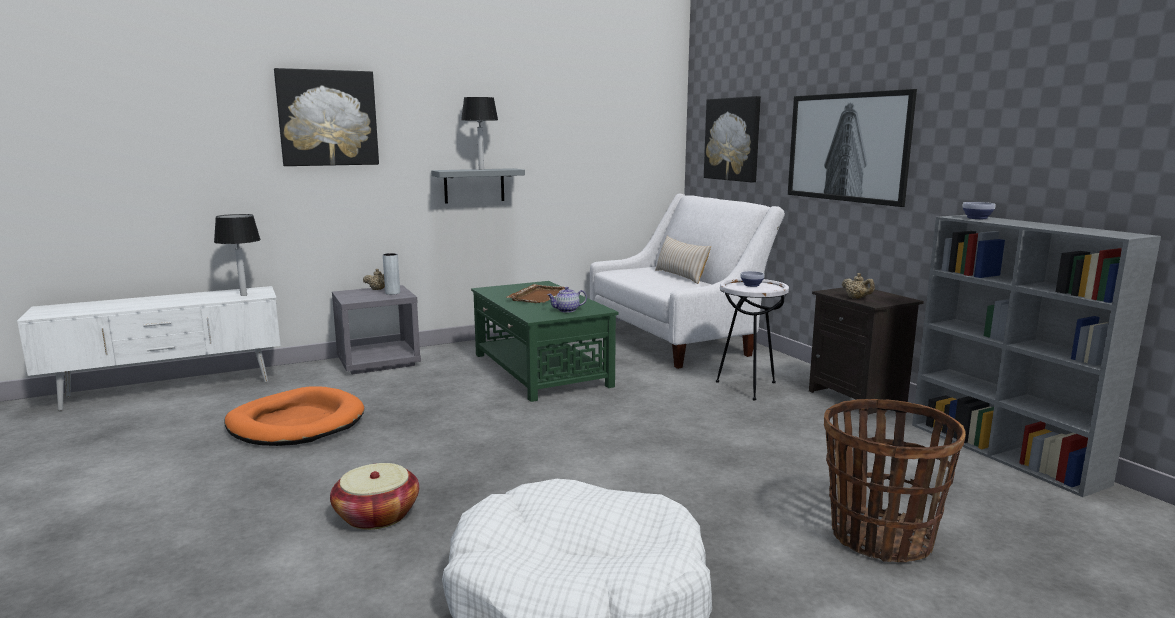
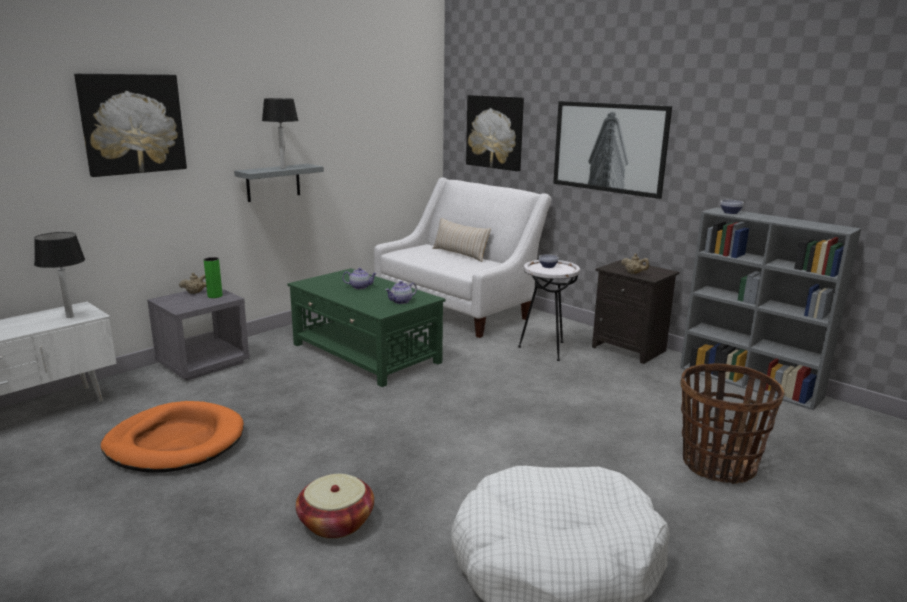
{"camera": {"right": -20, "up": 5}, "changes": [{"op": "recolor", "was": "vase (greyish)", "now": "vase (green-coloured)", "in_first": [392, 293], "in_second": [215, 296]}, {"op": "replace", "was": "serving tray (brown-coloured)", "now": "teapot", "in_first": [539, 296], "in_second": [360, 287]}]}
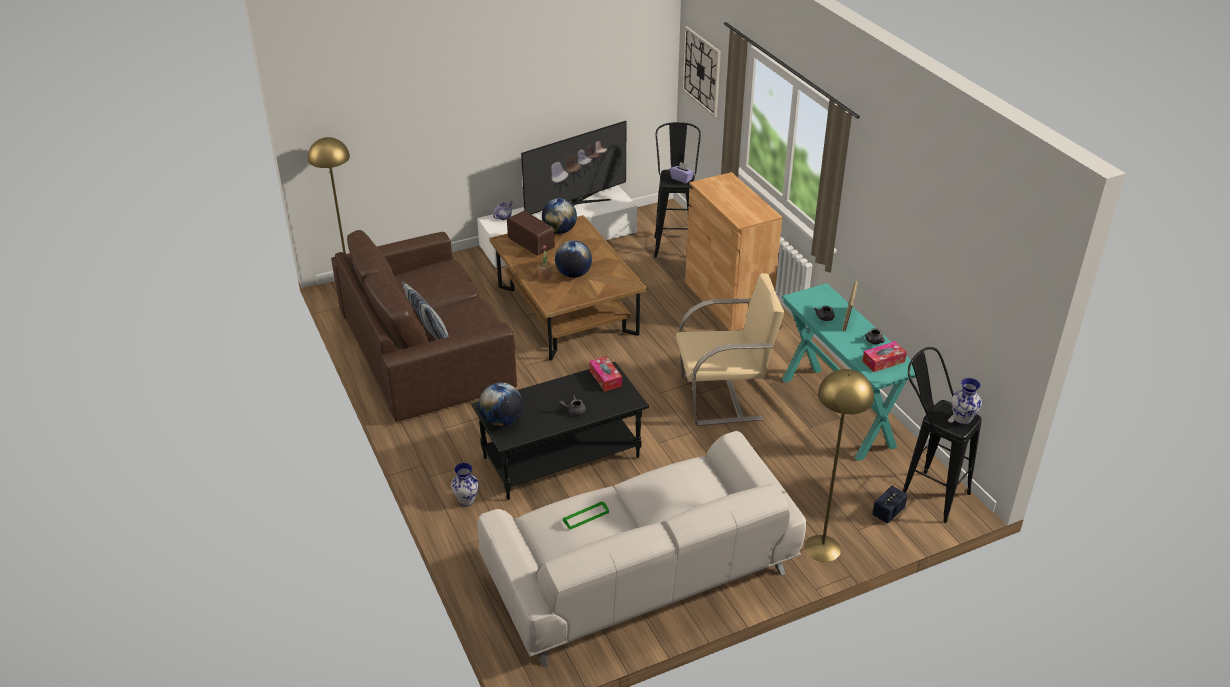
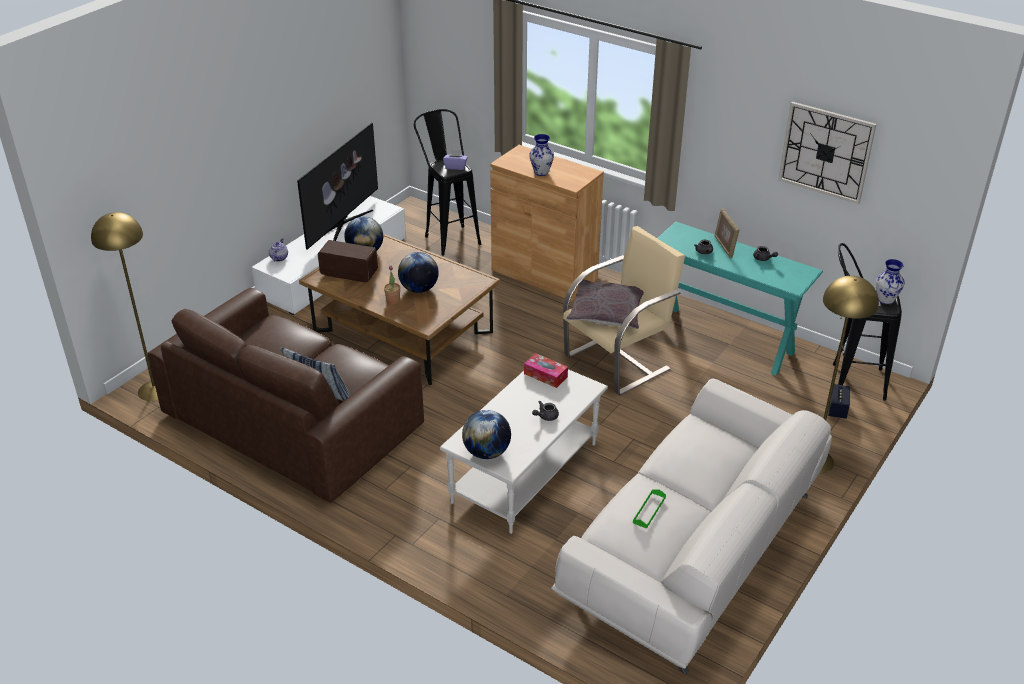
{"camera": {"right": -30, "up": 0}, "changes": [{"op": "move", "was": "vase", "in_first": [466, 500], "in_second": [541, 172]}, {"op": "recolor", "was": "coffee table (black-coloured)", "now": "coffee table (white)", "in_first": [561, 458], "in_second": [526, 473]}, {"op": "move", "was": "clock on the wall", "in_first": [702, 71], "in_second": [826, 152]}, {"op": "delete", "was": "tissue holder", "in_first": [883, 361]}, {"op": "insert", "now": "pillow (greyish)", "in_second": [607, 312]}]}
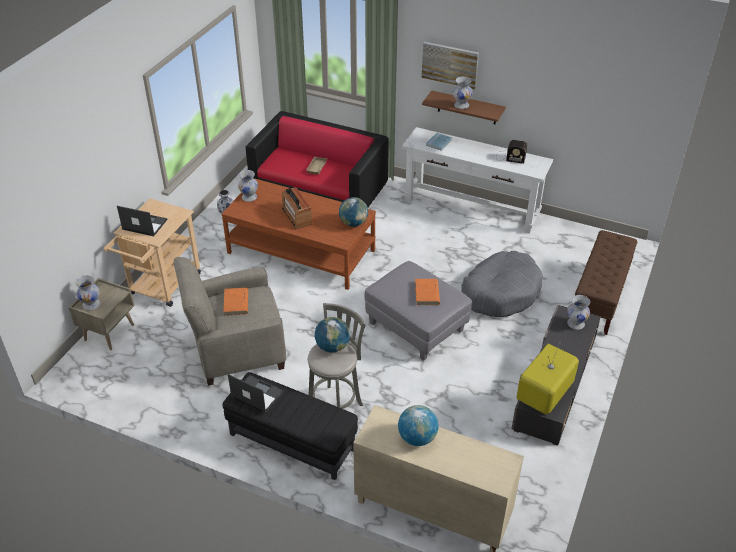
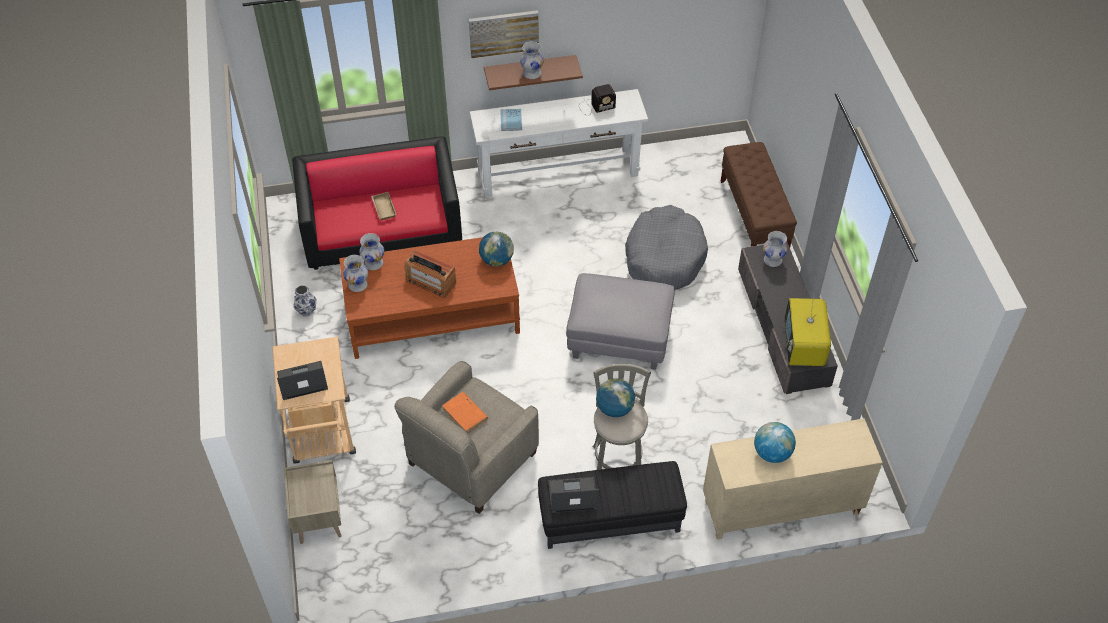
{"camera": {"right": -35, "up": 10}, "changes": [{"op": "move", "was": "vase (white)", "in_first": [91, 304], "in_second": [373, 263]}, {"op": "delete", "was": "volume (orange)", "in_first": [427, 294]}]}
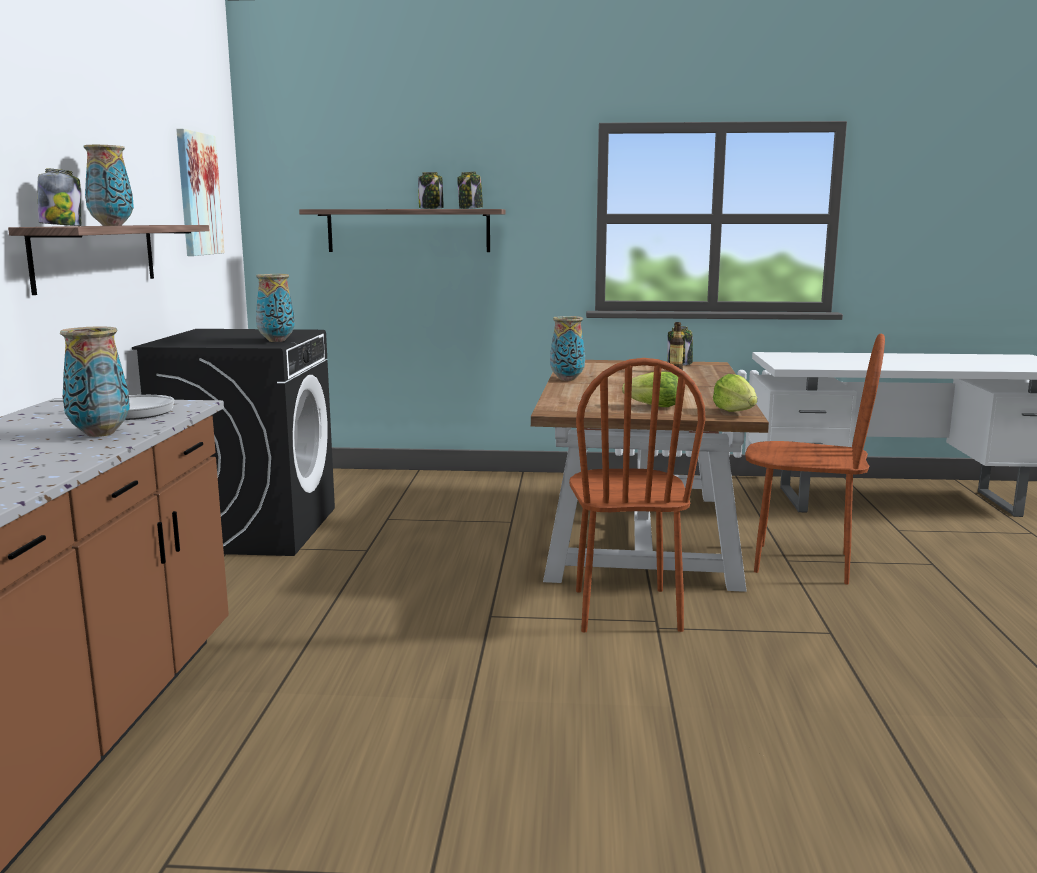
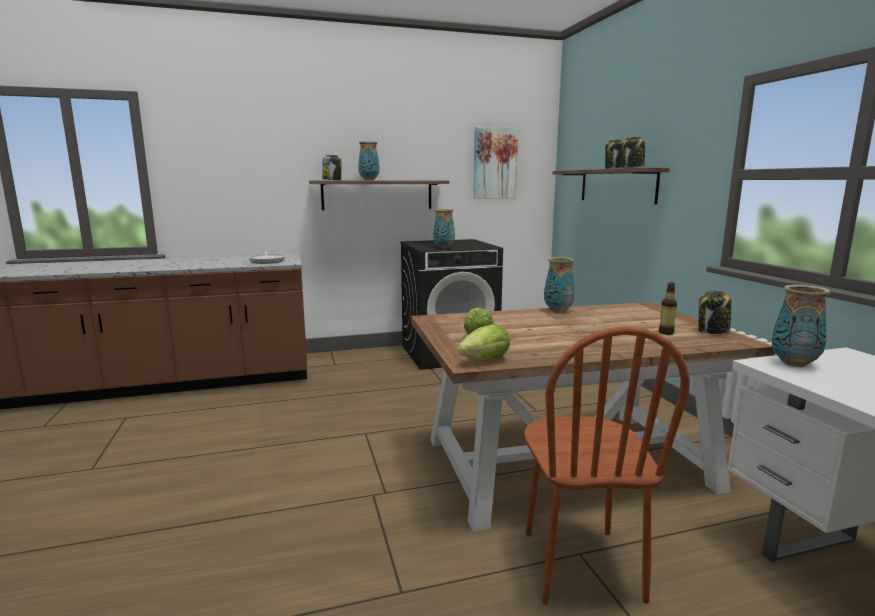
{"camera": {"right": 70, "up": 0}, "changes": [{"op": "move", "was": "vase", "in_first": [101, 434], "in_second": [794, 364]}, {"op": "delete", "was": "upright chair (brown-coloured)", "in_first": [625, 610]}]}
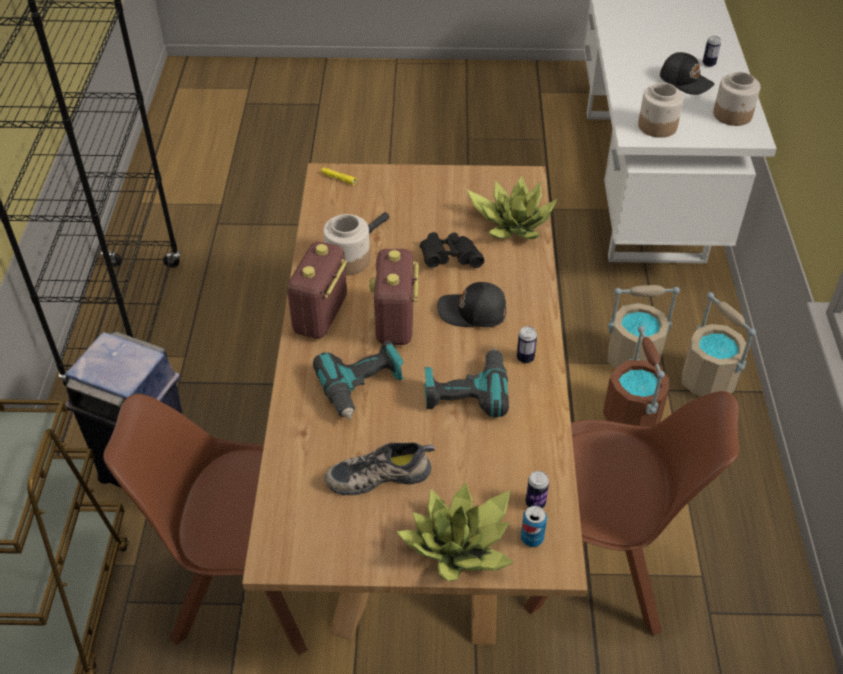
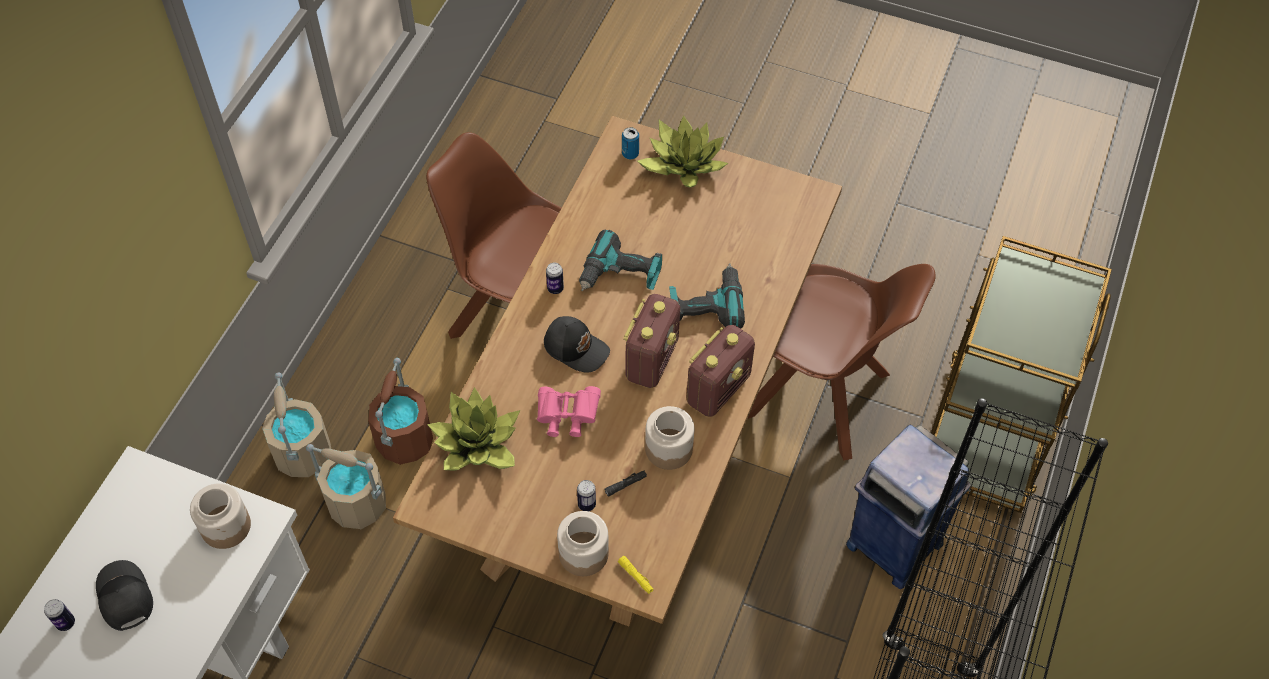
{"camera": {"right": -160, "up": 10}, "changes": [{"op": "delete", "was": "item of footwear", "in_first": [379, 474]}, {"op": "recolor", "was": "binoculars (black-coloured)", "now": "binoculars (pinkish)", "in_first": [449, 259], "in_second": [567, 417]}, {"op": "move", "was": "can", "in_first": [535, 503], "in_second": [586, 504]}, {"op": "move", "was": "preserve jar", "in_first": [733, 115], "in_second": [583, 553]}]}
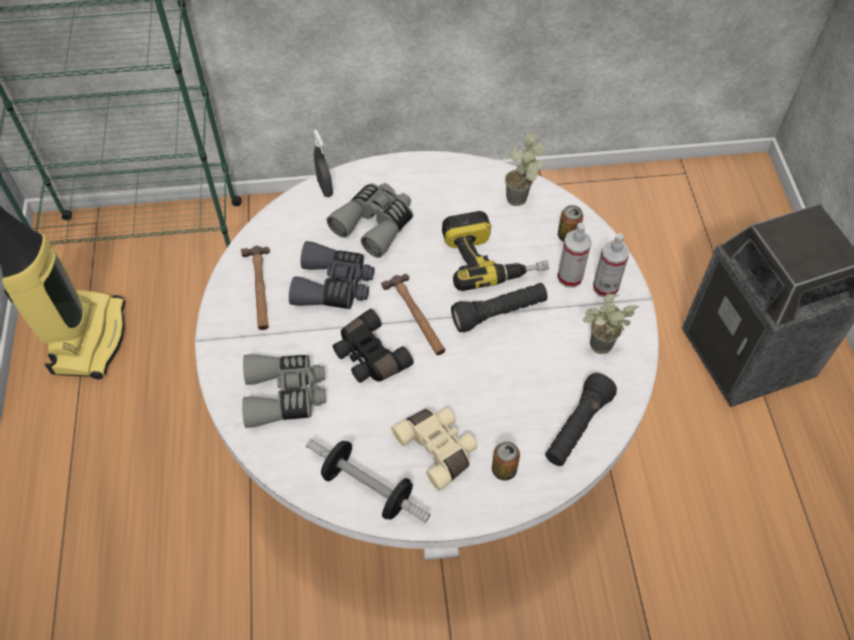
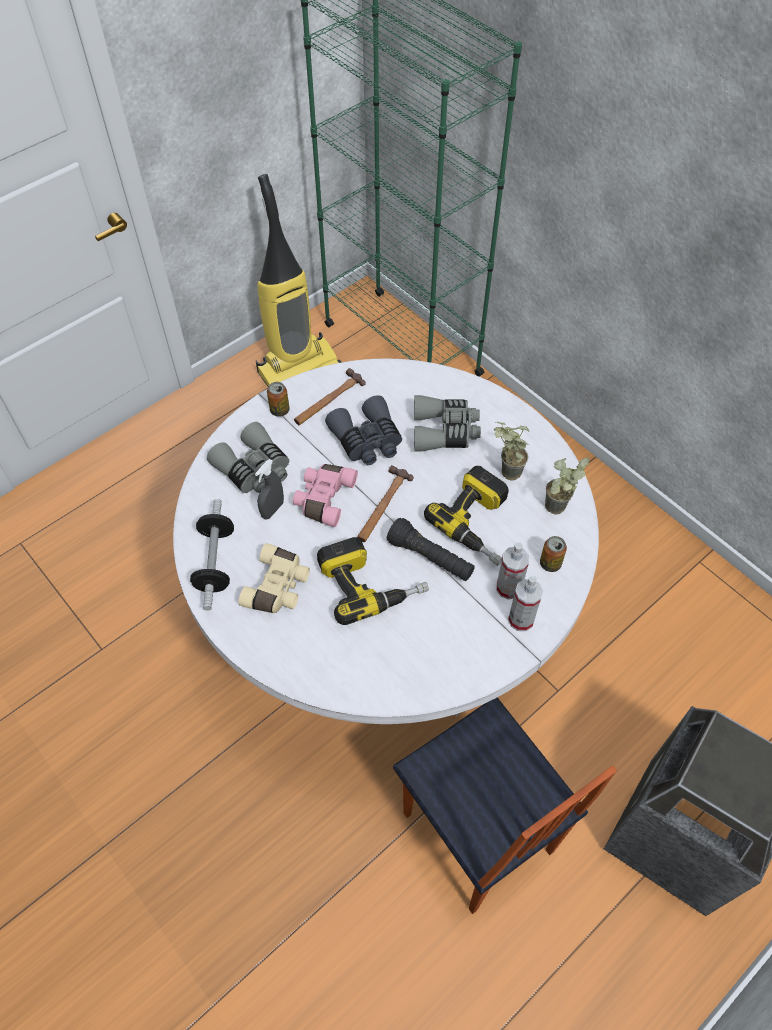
{"camera": {"right": 55, "up": 0}, "changes": [{"op": "move", "was": "spray bottle (greyish)", "in_first": [325, 188], "in_second": [272, 510]}, {"op": "recolor", "was": "binoculars (black-coloured)", "now": "binoculars (pinkish)", "in_first": [369, 357], "in_second": [323, 498]}, {"op": "move", "was": "can", "in_first": [504, 470], "in_second": [279, 410]}, {"op": "delete", "was": "flashlight (black-coloured)", "in_first": [577, 427]}, {"op": "move", "was": "potted plant", "in_first": [597, 350], "in_second": [504, 472]}, {"op": "insert", "now": "drill", "in_second": [370, 582]}, {"op": "insert", "now": "upright chair", "in_second": [476, 835]}]}
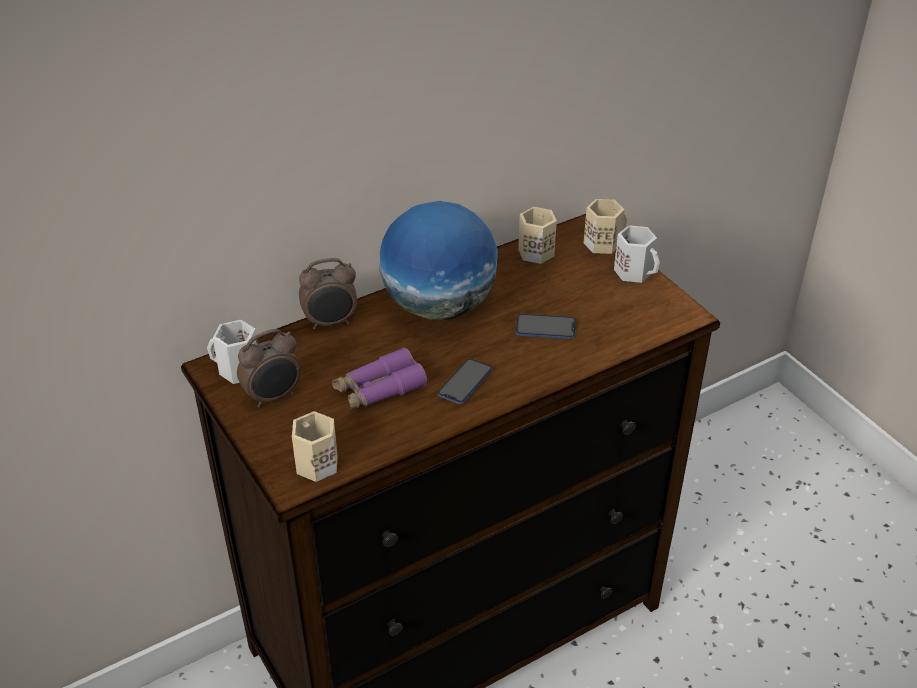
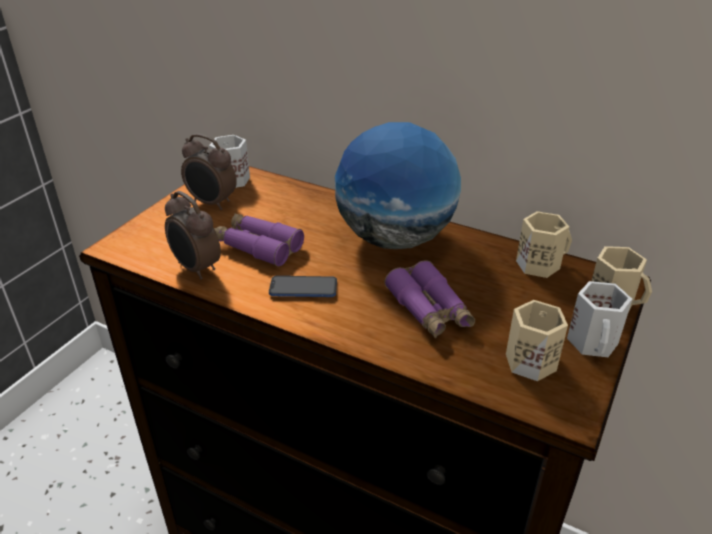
{"camera": {"right": 60, "up": -5}, "changes": [{"op": "move", "was": "mug (beige-coloured)", "in_first": [314, 464], "in_second": [529, 360]}, {"op": "move", "was": "table clock", "in_first": [331, 322], "in_second": [196, 268]}, {"op": "replace", "was": "telephone", "now": "binoculars (purple-coloured)", "in_first": [545, 328], "in_second": [429, 310]}]}
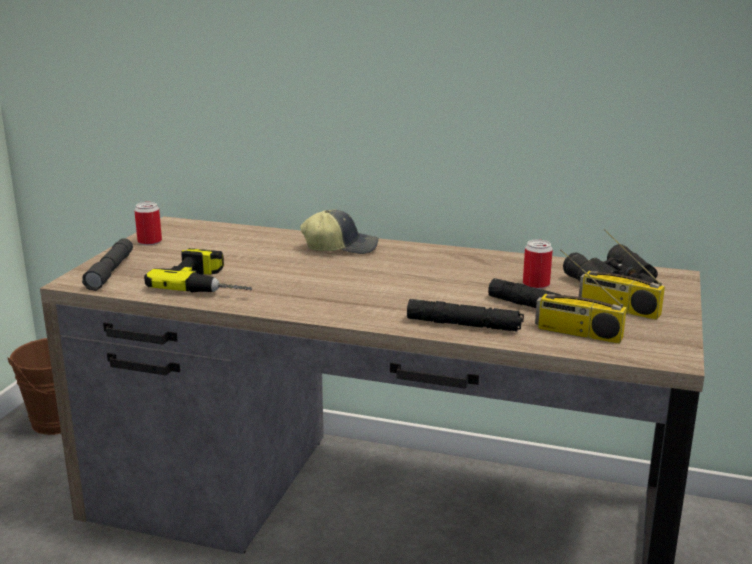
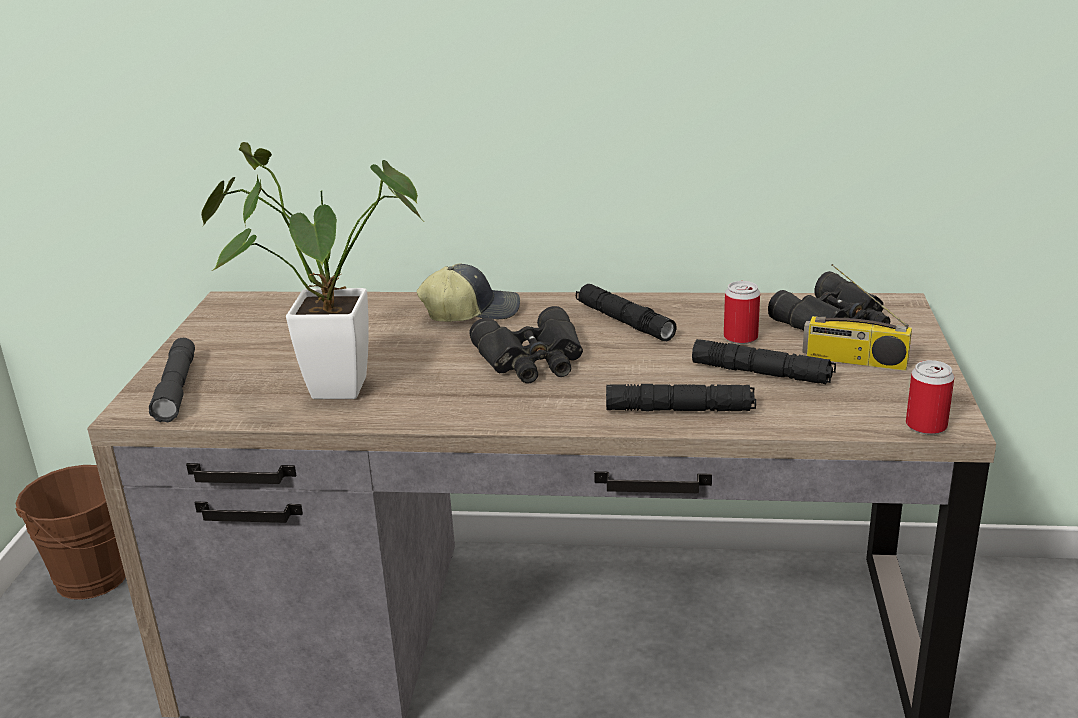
{"camera": {"right": -10, "up": 5}, "changes": [{"op": "move", "was": "can", "in_first": [149, 242], "in_second": [926, 426]}, {"op": "replace", "was": "drill", "now": "potted plant", "in_first": [211, 283], "in_second": [324, 388]}, {"op": "delete", "was": "radio receiver", "in_first": [577, 333]}, {"op": "insert", "now": "binoculars (black-coloured)", "in_second": [533, 360]}, {"op": "insert", "now": "flashlight (black-coloured)", "in_second": [624, 321]}]}
